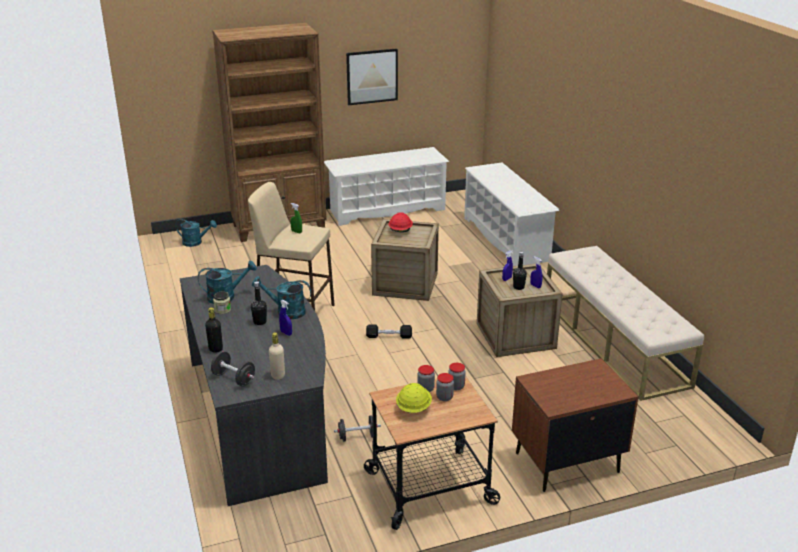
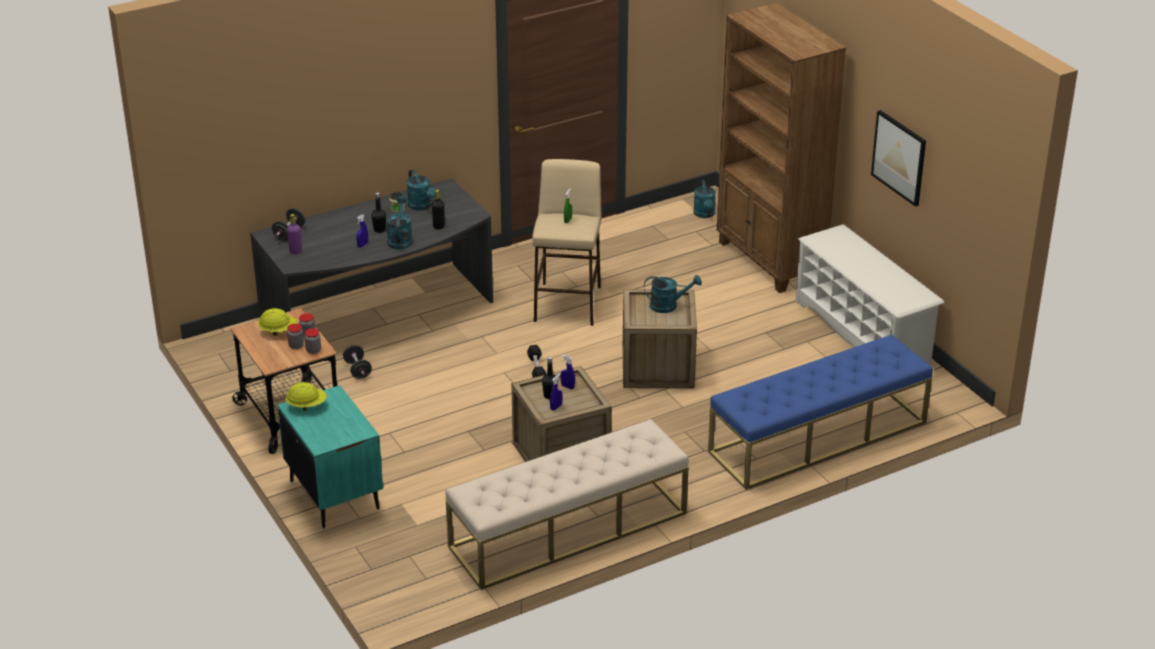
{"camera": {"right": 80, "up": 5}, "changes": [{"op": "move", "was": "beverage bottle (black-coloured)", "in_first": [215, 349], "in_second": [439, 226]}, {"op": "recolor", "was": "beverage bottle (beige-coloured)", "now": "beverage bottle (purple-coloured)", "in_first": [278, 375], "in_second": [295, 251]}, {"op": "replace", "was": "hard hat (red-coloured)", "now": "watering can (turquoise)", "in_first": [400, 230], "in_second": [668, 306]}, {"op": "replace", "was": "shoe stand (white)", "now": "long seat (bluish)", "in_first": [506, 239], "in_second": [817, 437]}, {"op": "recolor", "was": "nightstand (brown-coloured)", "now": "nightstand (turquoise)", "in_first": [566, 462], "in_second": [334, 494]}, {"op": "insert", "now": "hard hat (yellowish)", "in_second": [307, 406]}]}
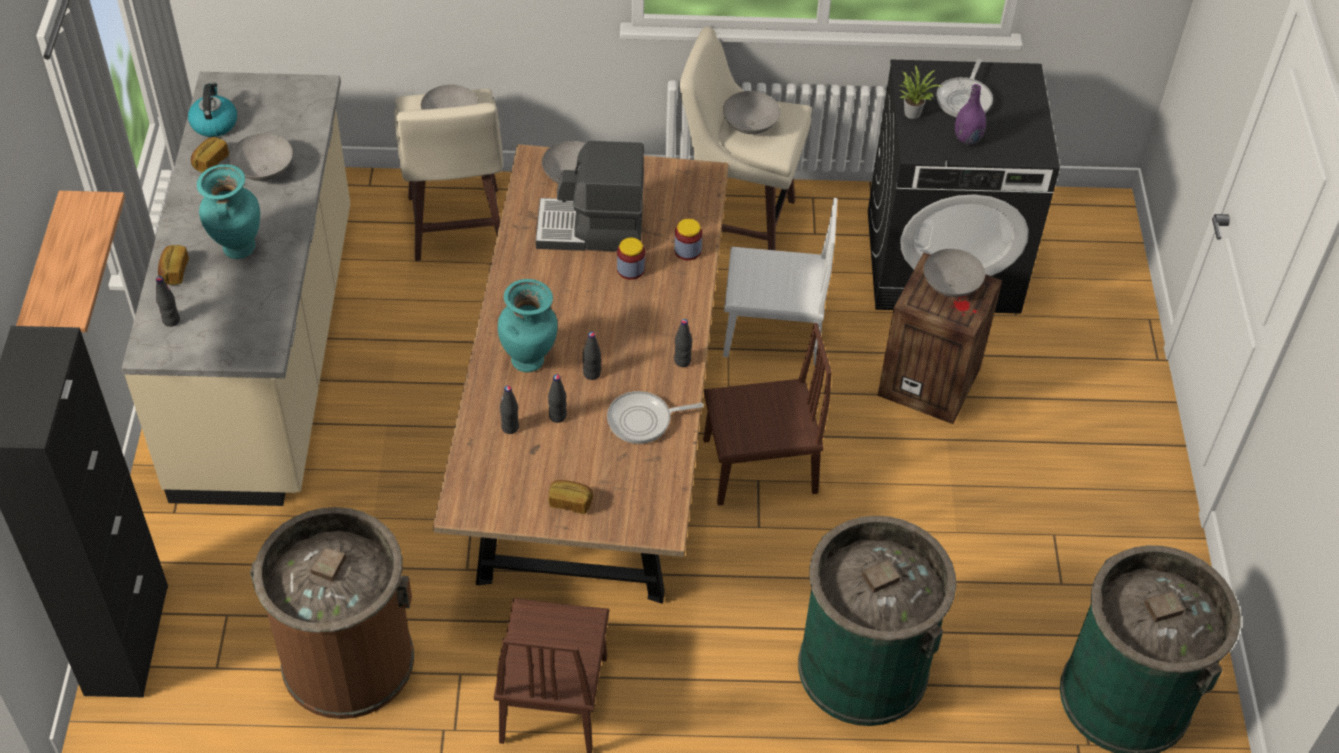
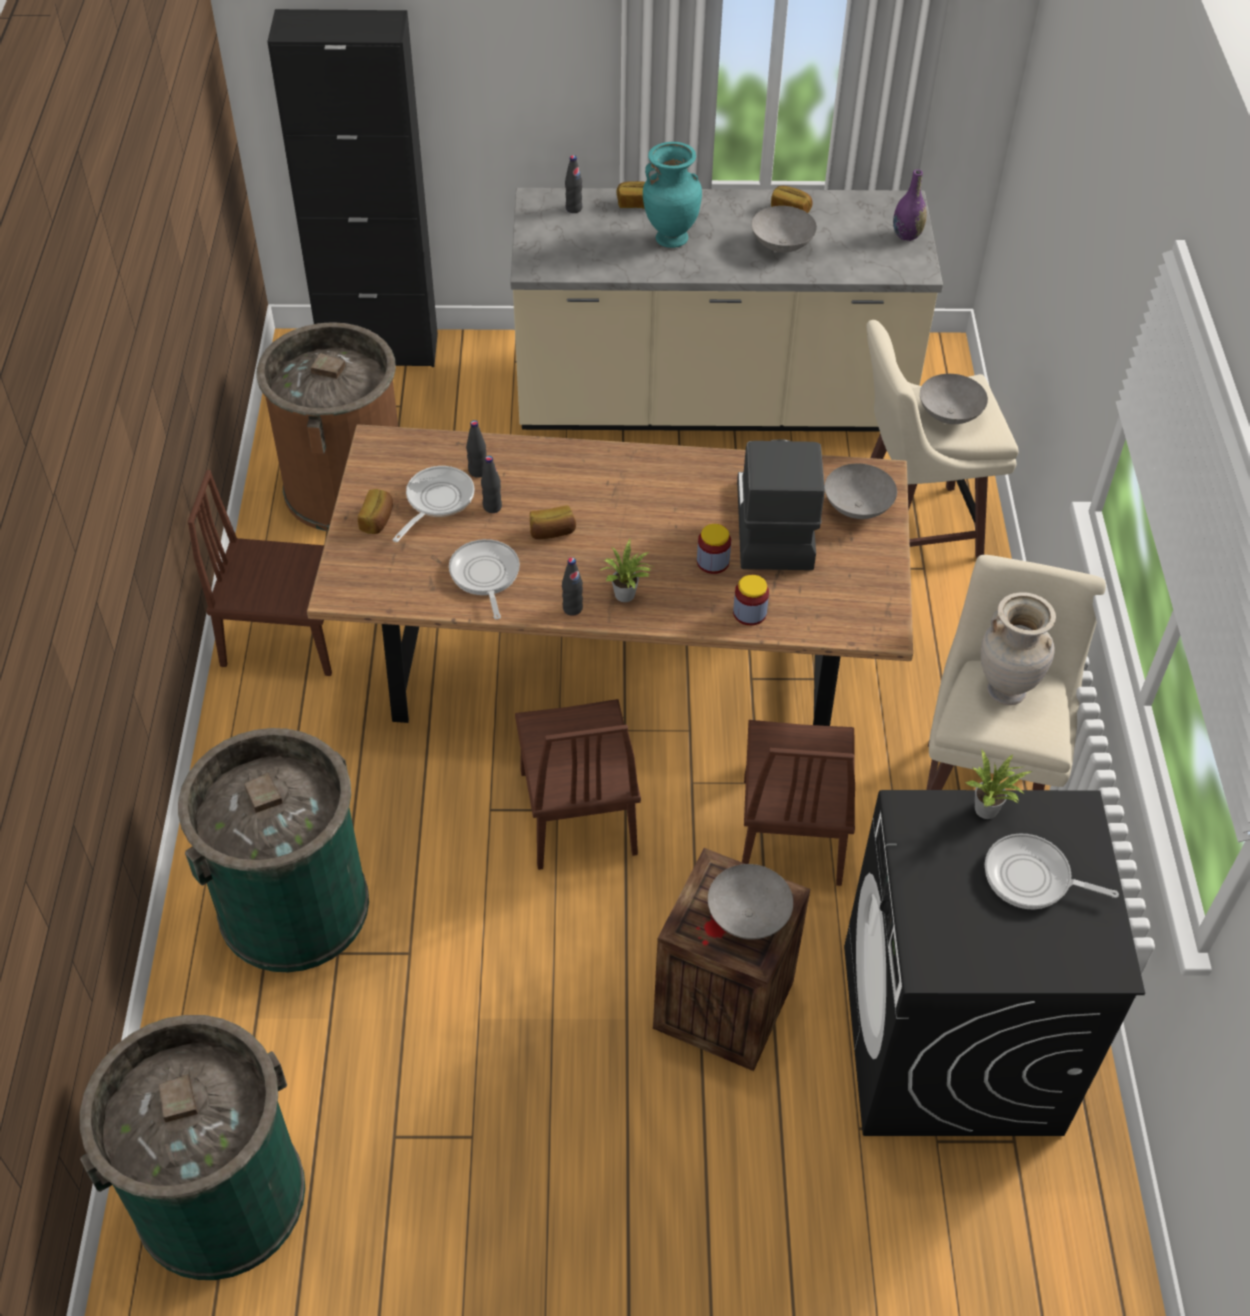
{"camera": {"right": 90, "up": 0}, "changes": [{"op": "delete", "was": "bracket shelf", "in_first": [45, 278]}, {"op": "delete", "was": "tea kettle", "in_first": [214, 123]}, {"op": "delete", "was": "vase (turquoise)", "in_first": [529, 361]}, {"op": "replace", "was": "beverage bottle (black-coloured)", "now": "bread", "in_first": [592, 374], "in_second": [552, 532]}, {"op": "replace", "was": "deep dish (greyish)", "now": "vase (beige-coloured)", "in_first": [750, 125], "in_second": [1005, 690]}, {"op": "recolor", "was": "upright chair (white)", "now": "upright chair (brown-coloured)", "in_first": [773, 331], "in_second": [791, 830]}, {"op": "move", "was": "vase (purple-coloured)", "in_first": [967, 139], "in_second": [907, 235]}, {"op": "insert", "now": "skillet", "in_second": [436, 501]}, {"op": "insert", "now": "potted plant", "in_second": [626, 596]}]}
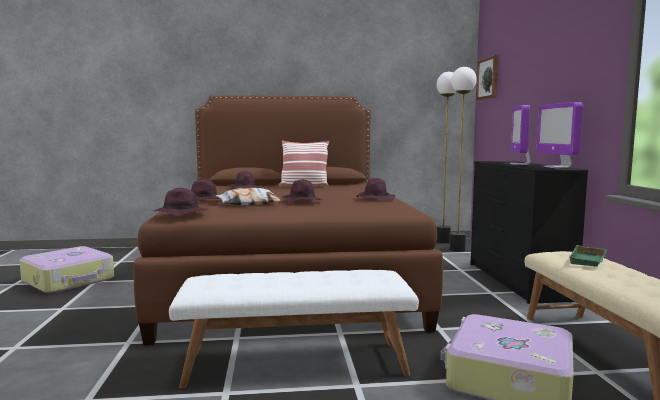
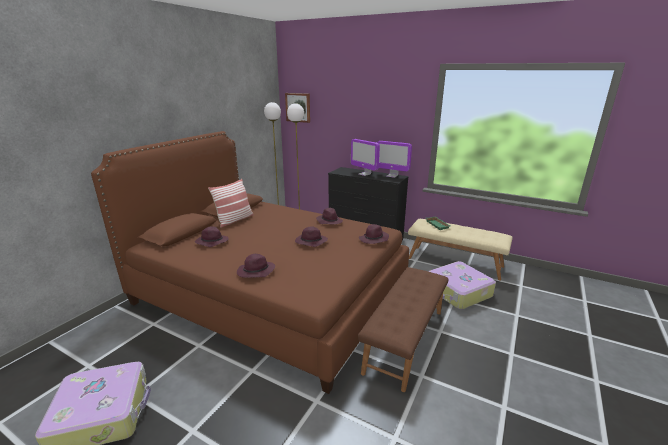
{"camera": {"right": -55, "up": 15}, "changes": [{"op": "move", "was": "clothing hat (purple-coloured)", "in_first": [180, 214], "in_second": [373, 239]}, {"op": "recolor", "was": "long seat (white)", "now": "long seat (brown-coloured)", "in_first": [296, 363], "in_second": [404, 340]}, {"op": "delete", "was": "pillow", "in_first": [249, 203]}]}
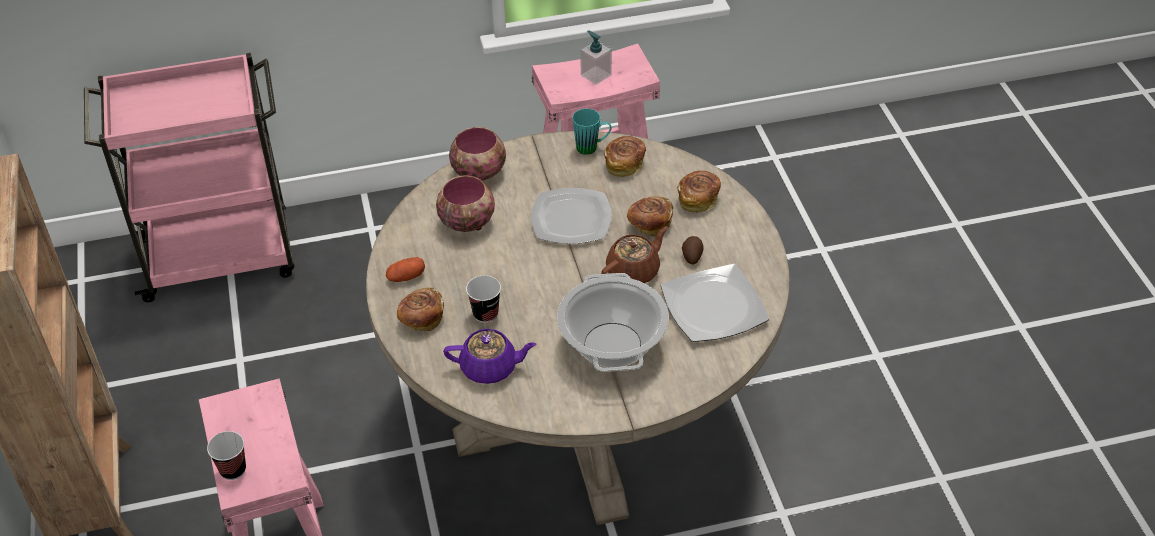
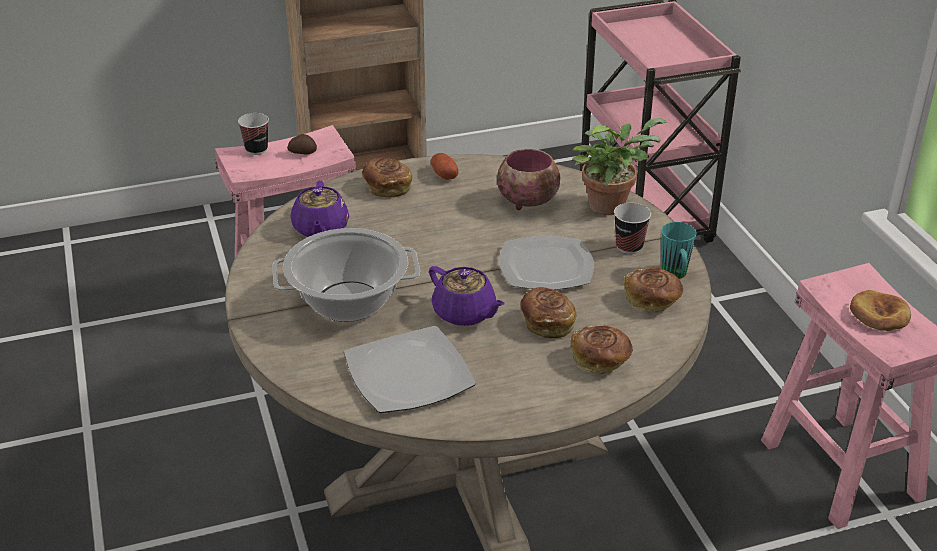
{"camera": {"right": 85, "up": -10}, "changes": [{"op": "replace", "was": "deep dish", "now": "potted plant", "in_first": [479, 172], "in_second": [610, 204]}, {"op": "move", "was": "drinking cup", "in_first": [485, 314], "in_second": [629, 247]}, {"op": "replace", "was": "soap bottle", "now": "bread", "in_first": [596, 75], "in_second": [879, 315]}, {"op": "recolor", "was": "teapot (brown-coloured)", "now": "teapot (purple-coloured)", "in_first": [634, 271], "in_second": [465, 313]}, {"op": "move", "was": "spud", "in_first": [692, 255], "in_second": [302, 152]}]}
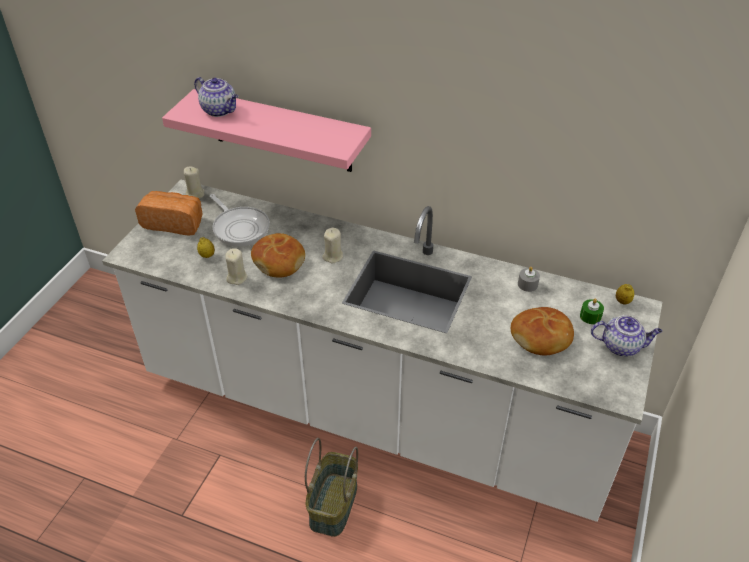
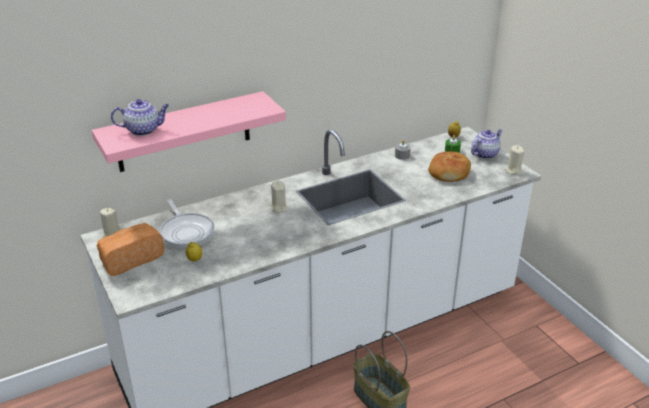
{"camera": {"right": -50, "up": -10}, "changes": [{"op": "rotate", "was": "skillet", "in_first": [240, 228], "in_second": [186, 232], "clockwise": 60}, {"op": "move", "was": "wax light (beige-coloured)", "in_first": [237, 277], "in_second": [513, 171]}, {"op": "delete", "was": "bread", "in_first": [279, 261]}]}
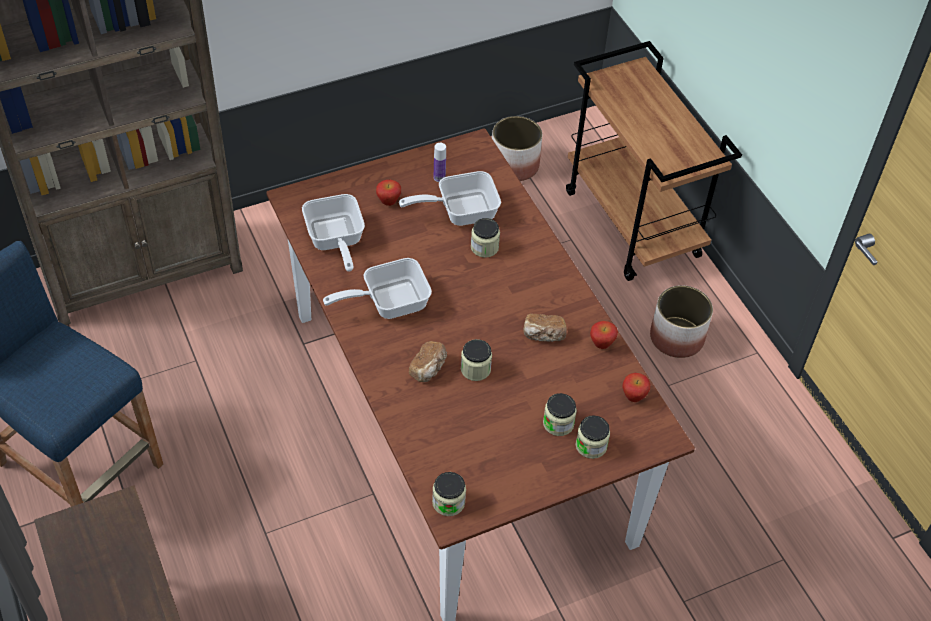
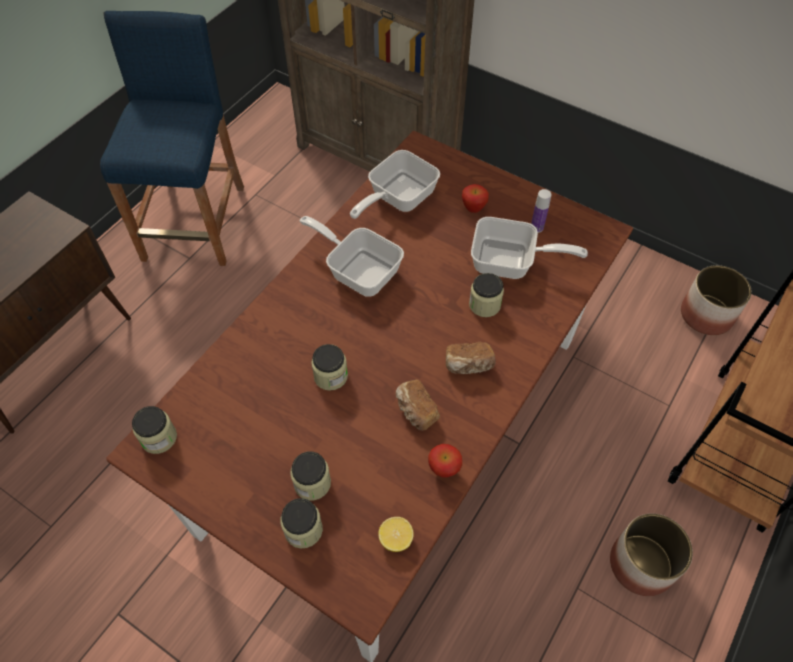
{"camera": {"right": 60, "up": 5}, "changes": [{"op": "rotate", "was": "skillet", "in_first": [459, 211], "in_second": [511, 263], "clockwise": 150}, {"op": "move", "was": "bread", "in_first": [429, 368], "in_second": [469, 366]}, {"op": "replace", "was": "whole apple", "now": "whole lemon", "in_first": [633, 397], "in_second": [396, 539]}]}
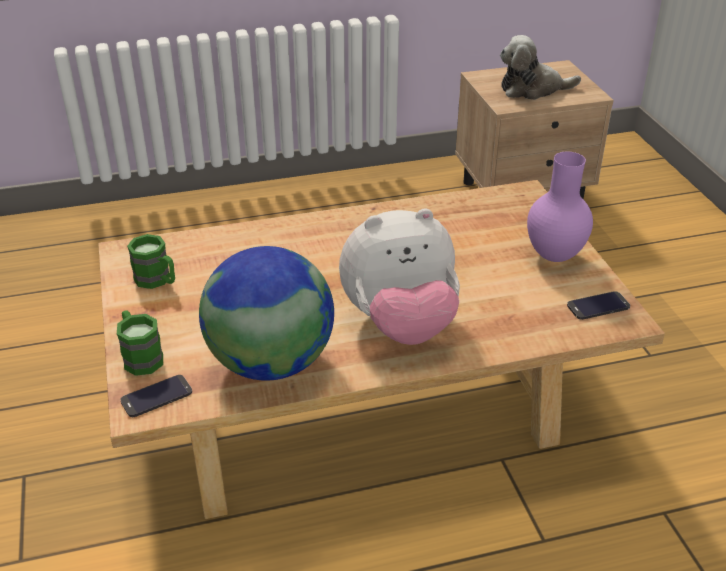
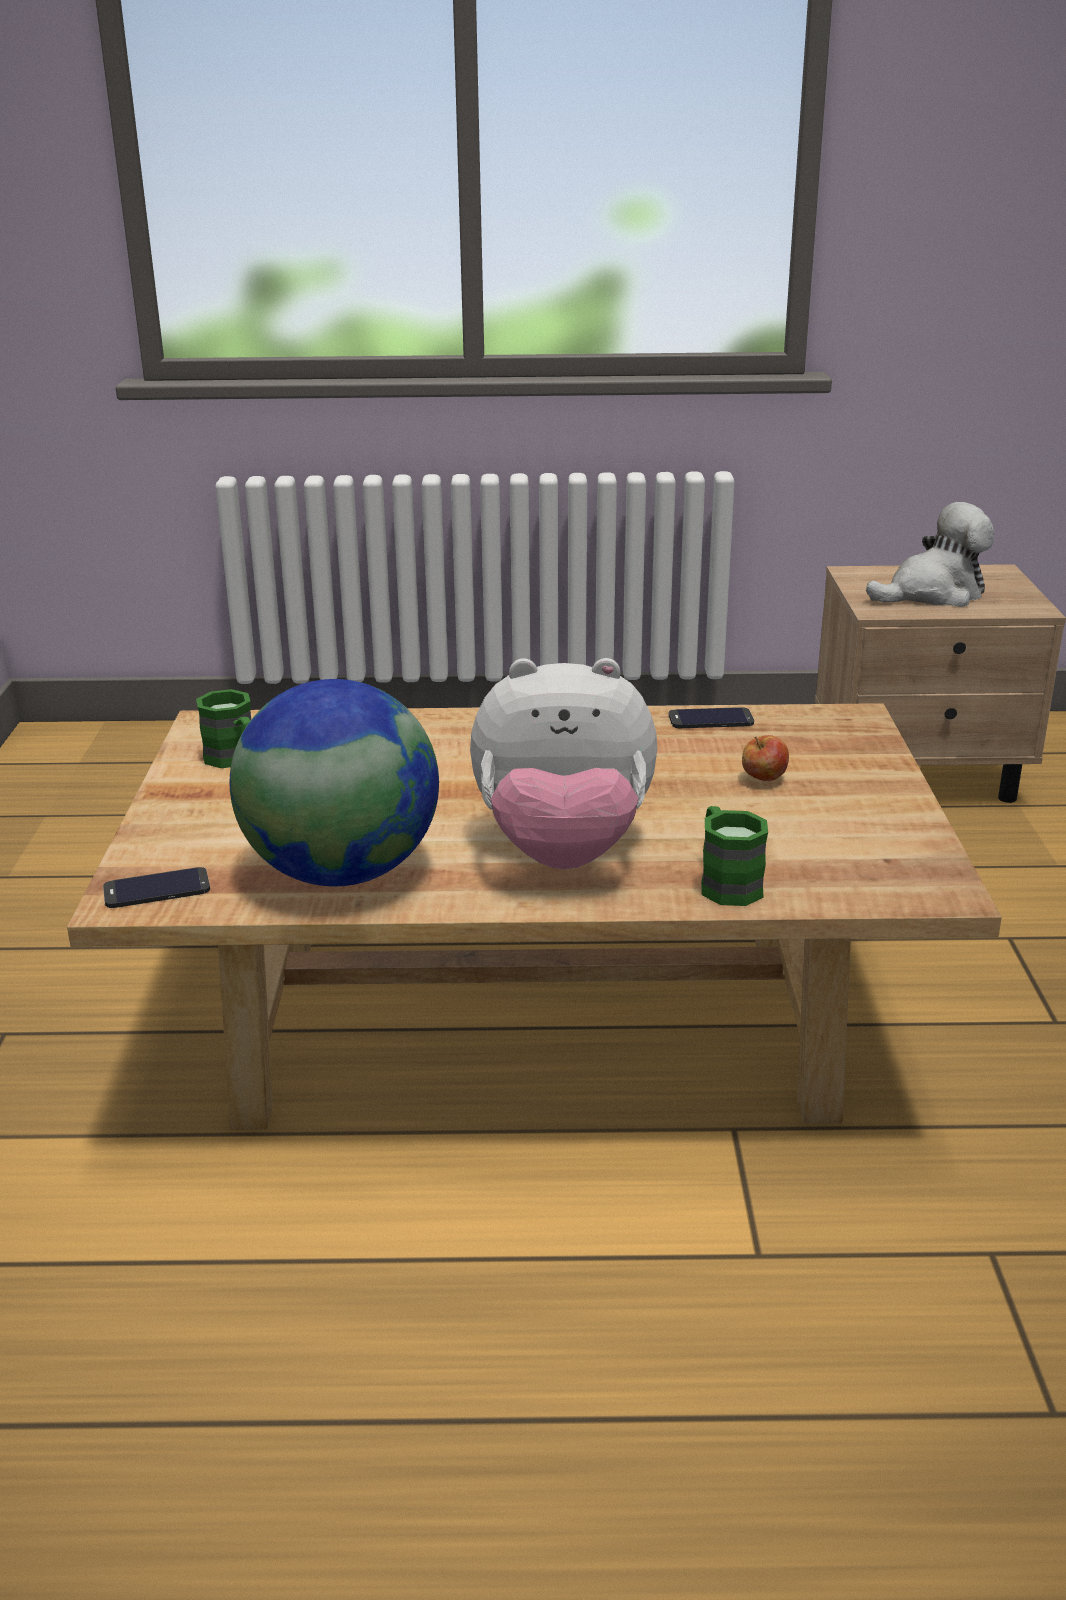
{"camera": {"right": 15, "up": -10}, "changes": [{"op": "move", "was": "mug (green-coloured)", "in_first": [140, 356], "in_second": [726, 882]}, {"op": "rotate", "was": "cuddly toy", "in_first": [532, 89], "in_second": [933, 594], "clockwise": 150}, {"op": "delete", "was": "vase (purple-coloured)", "in_first": [554, 255]}, {"op": "move", "was": "telephone", "in_first": [598, 306], "in_second": [710, 719]}, {"op": "insert", "now": "whole apple", "in_second": [764, 780]}]}
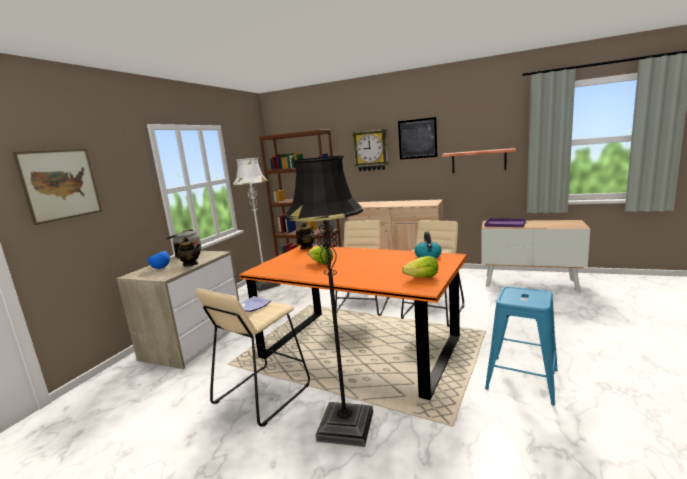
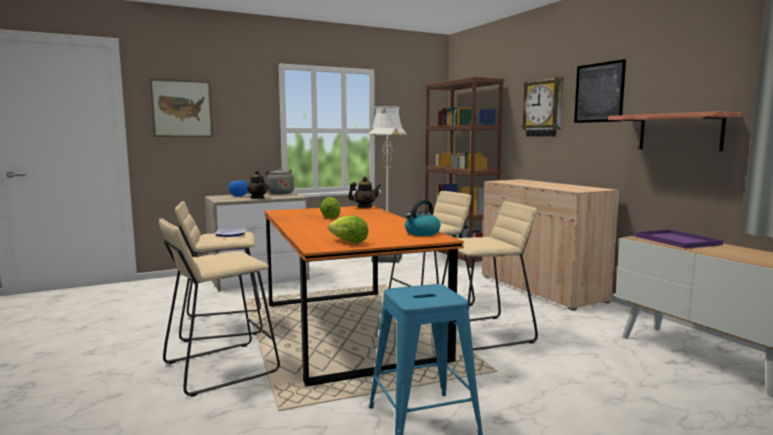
{"camera": {"right": 40, "up": -5}, "changes": [{"op": "replace", "was": "floor lamp (black-coloured)", "now": "stool (beige-coloured)", "in_first": [345, 426], "in_second": [220, 367]}]}
